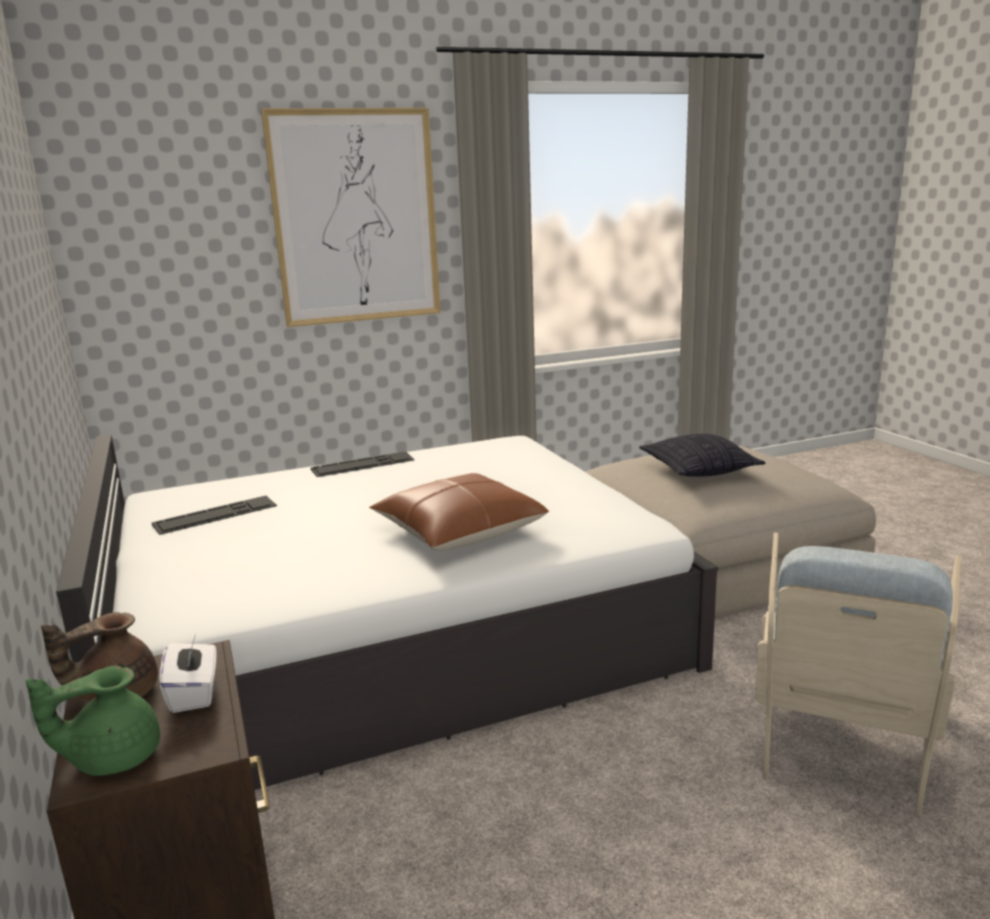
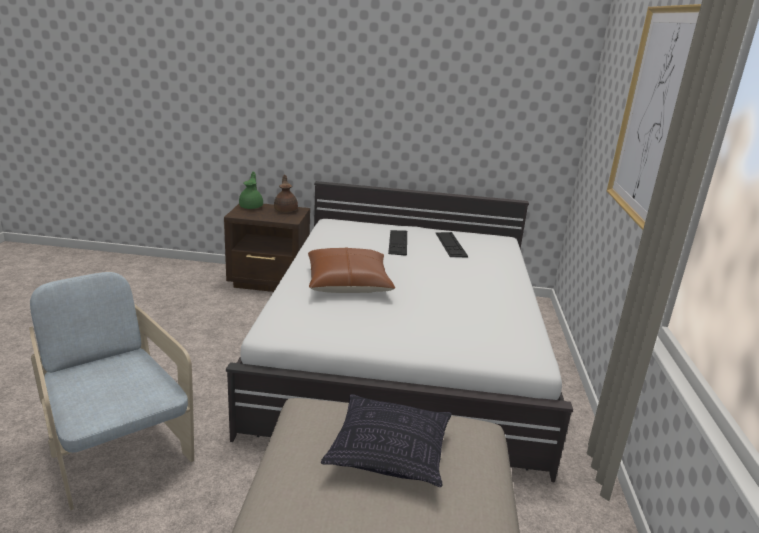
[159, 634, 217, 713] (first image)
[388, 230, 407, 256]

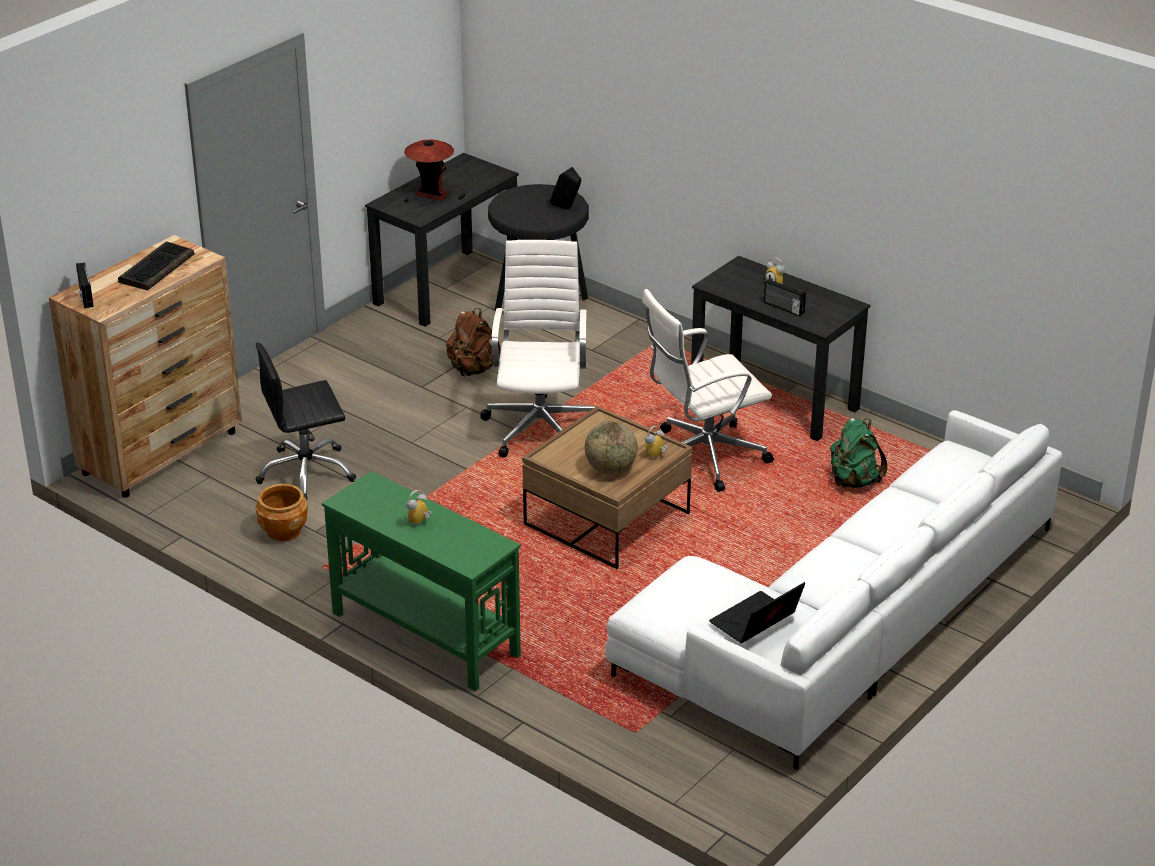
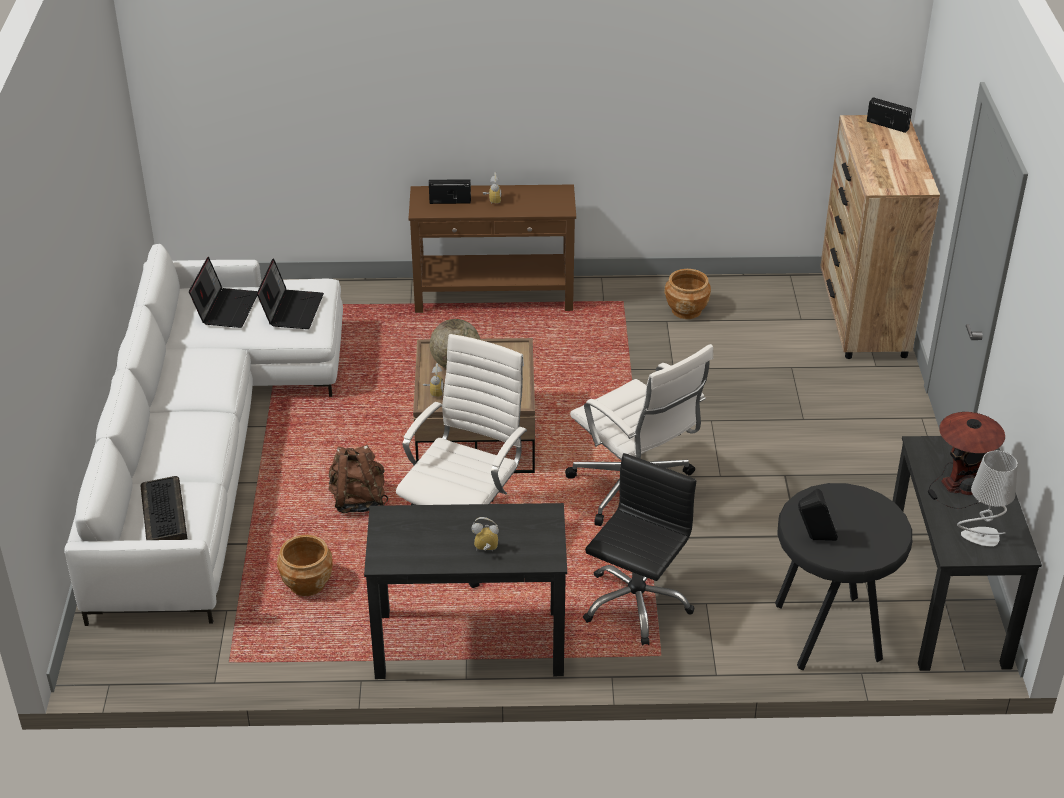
[257, 258, 324, 329]
[957, 450, 1018, 547]
[140, 476, 187, 540]
[583, 453, 696, 645]
[328, 445, 388, 513]
[429, 179, 471, 204]
[277, 535, 333, 596]
[409, 184, 576, 313]

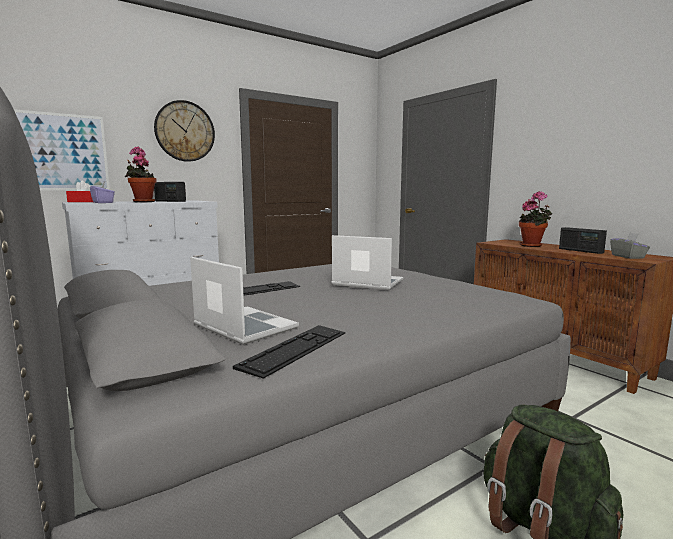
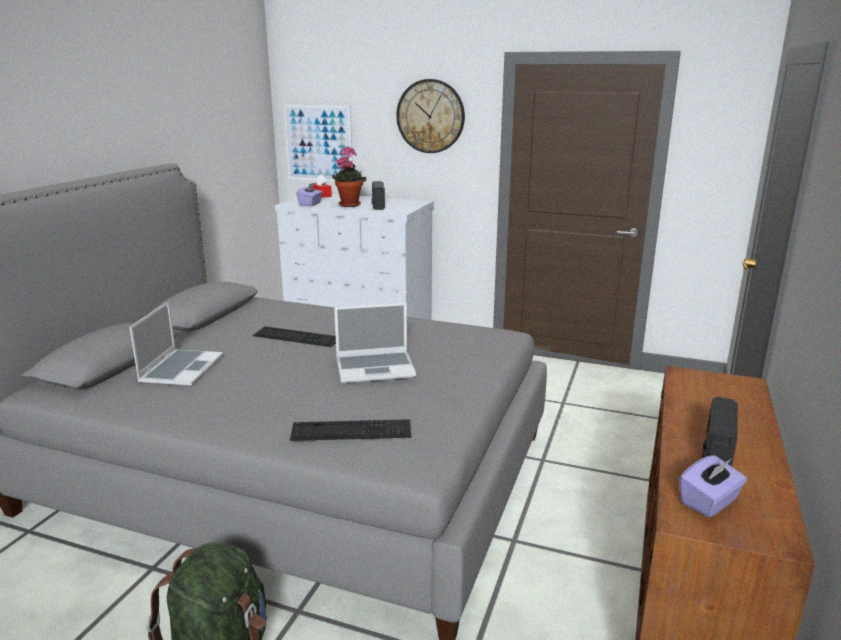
[519, 191, 553, 247] (first image)
[290, 419, 411, 441]
[679, 455, 747, 518]
[334, 303, 416, 383]

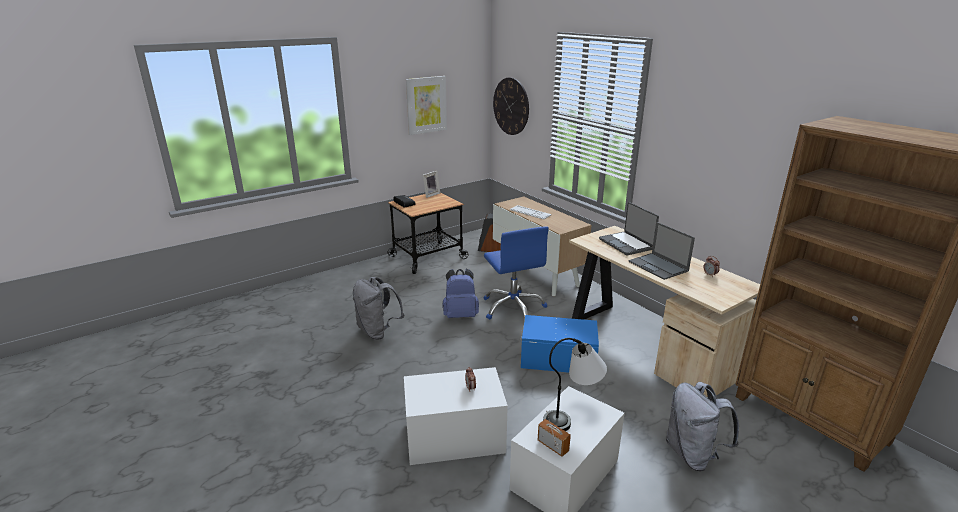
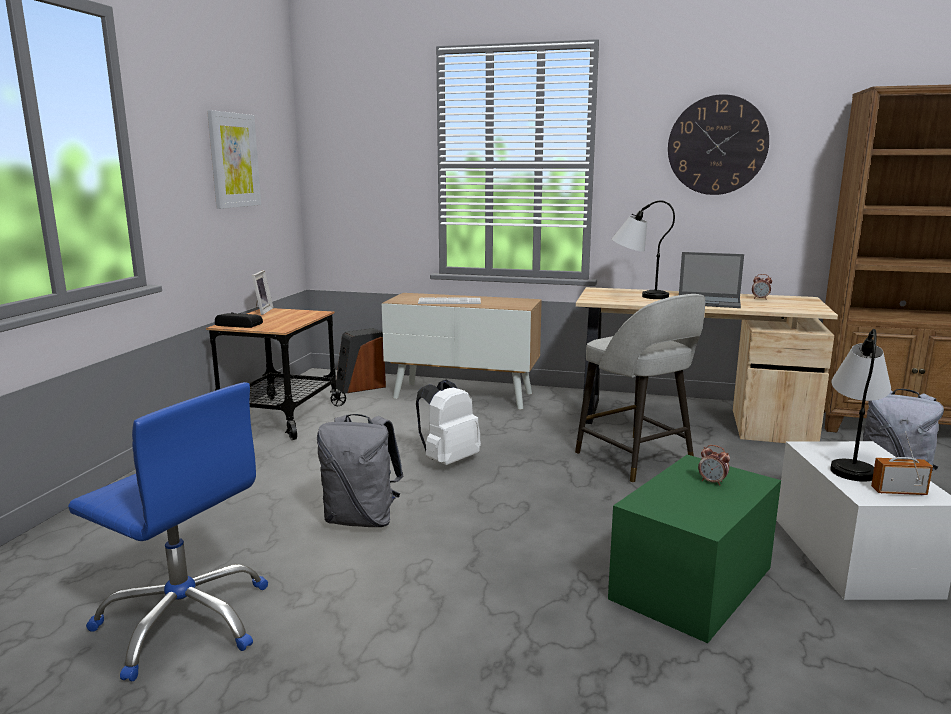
[68, 382, 268, 681]
[668, 94, 769, 195]
[575, 294, 706, 483]
[612, 200, 675, 299]
[608, 455, 781, 643]
[416, 380, 481, 466]

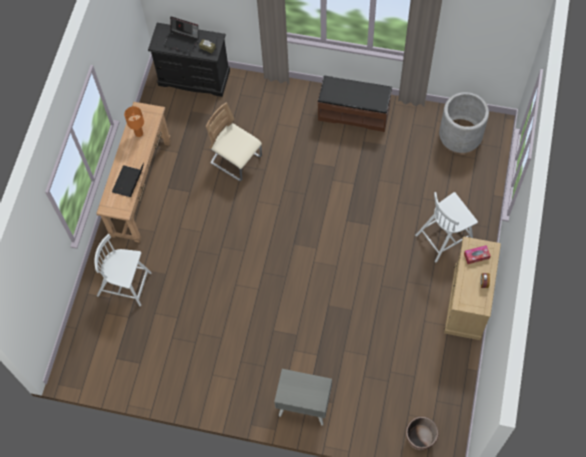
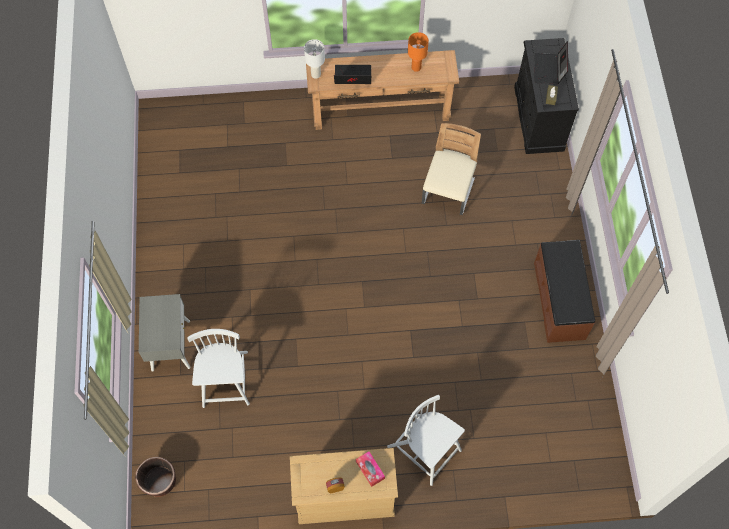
[439, 92, 489, 153] (first image)
[304, 39, 325, 79]
[187, 329, 250, 408]

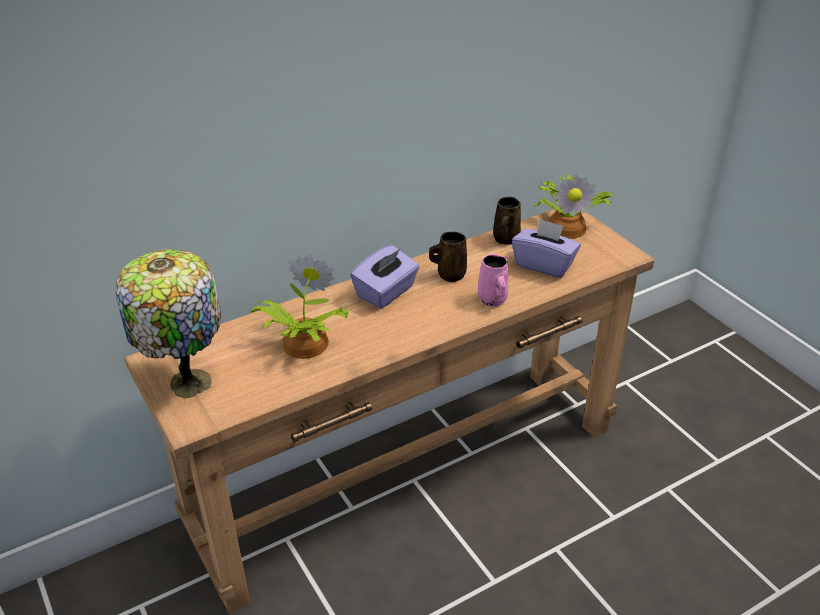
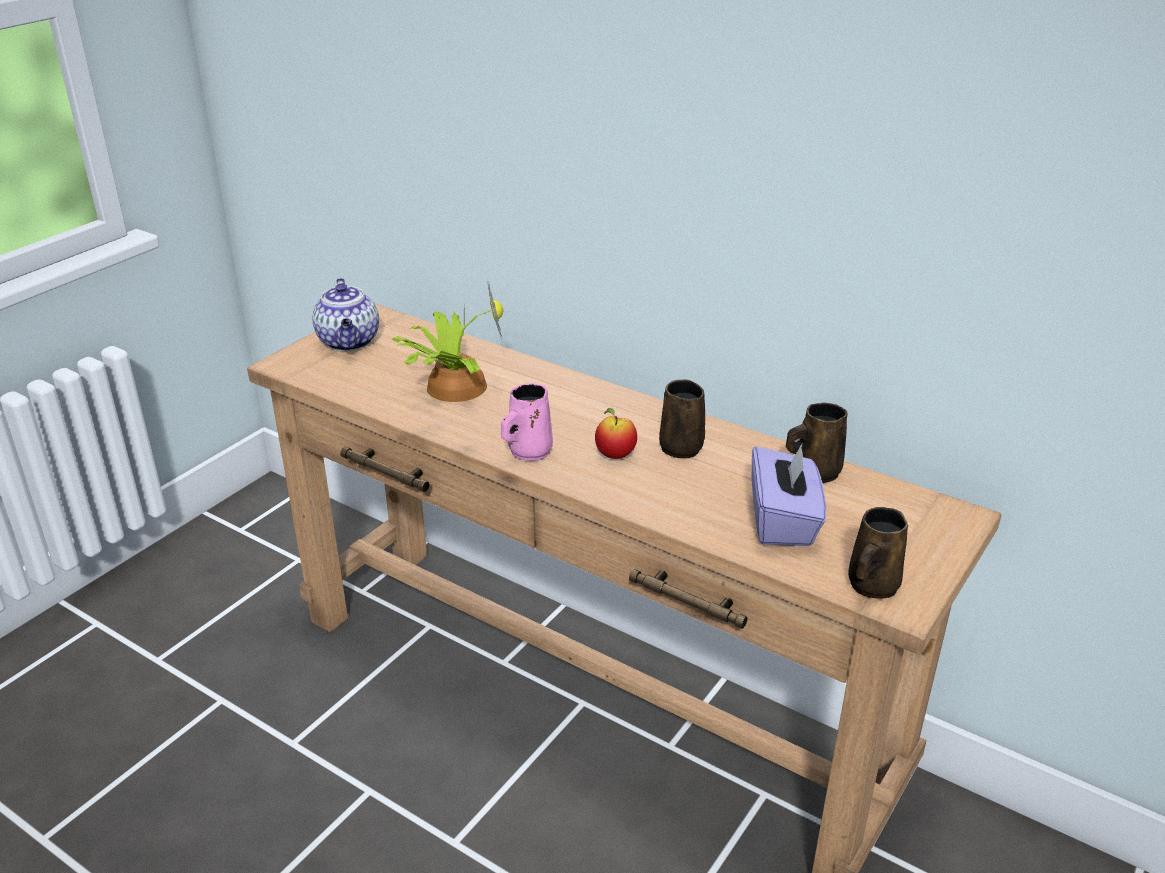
[351, 245, 420, 308] (first image)
[534, 174, 613, 239] (first image)
[595, 408, 637, 459]
[848, 507, 908, 599]
[501, 383, 553, 461]
[312, 278, 379, 351]

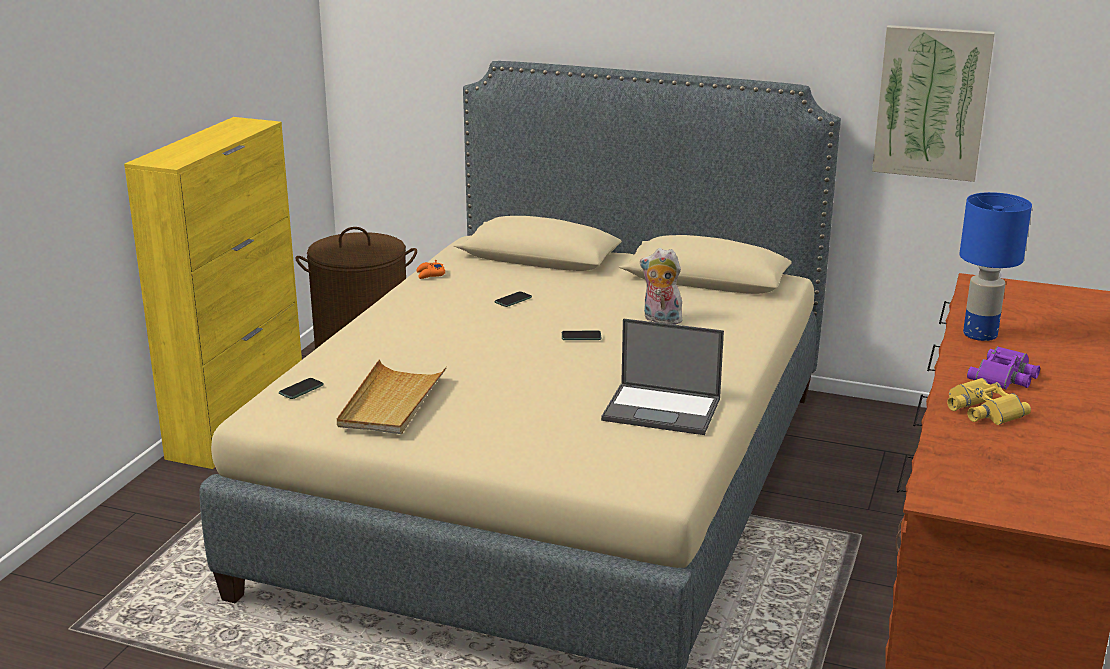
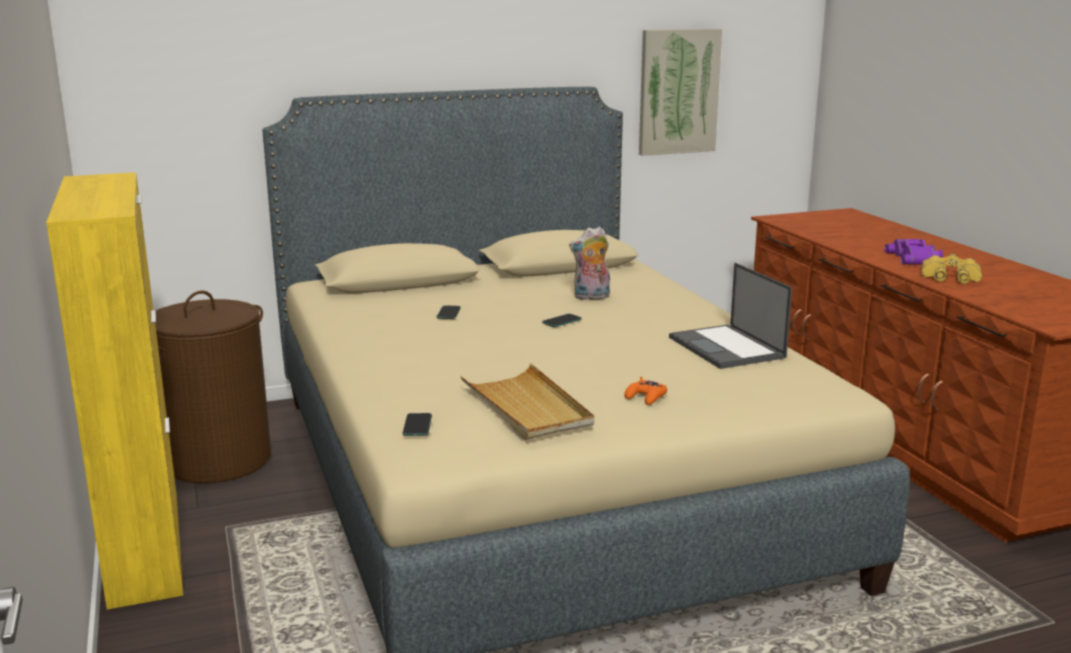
[959, 192, 1032, 341] (first image)
[625, 377, 667, 405]
[669, 263, 792, 369]

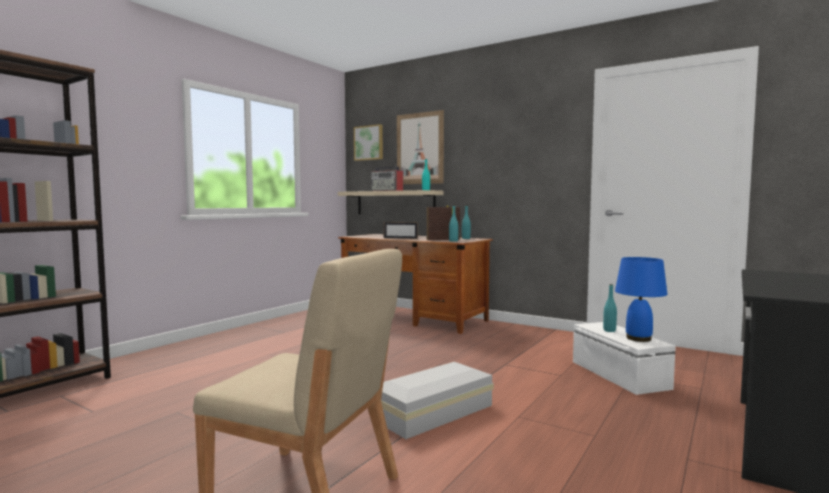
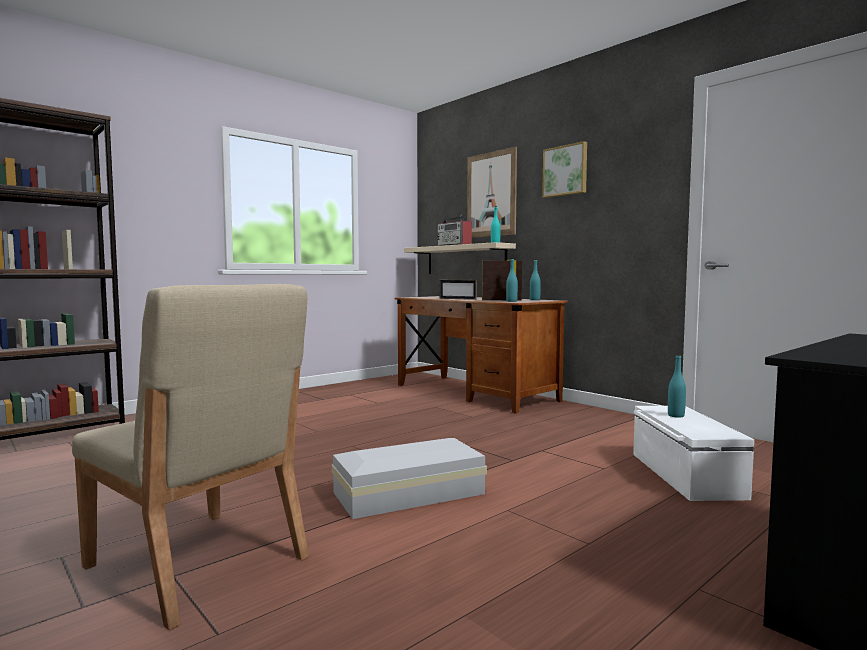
[615, 257, 668, 342] (first image)
[542, 141, 587, 198]

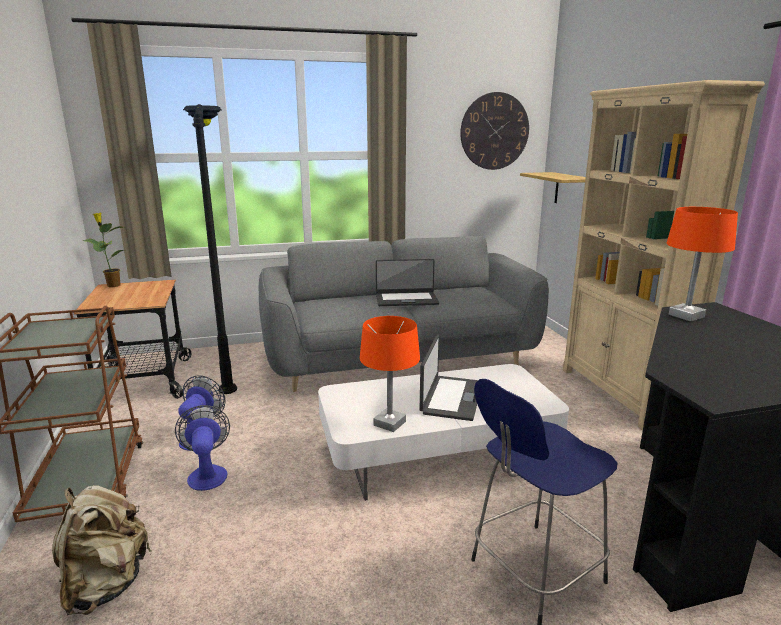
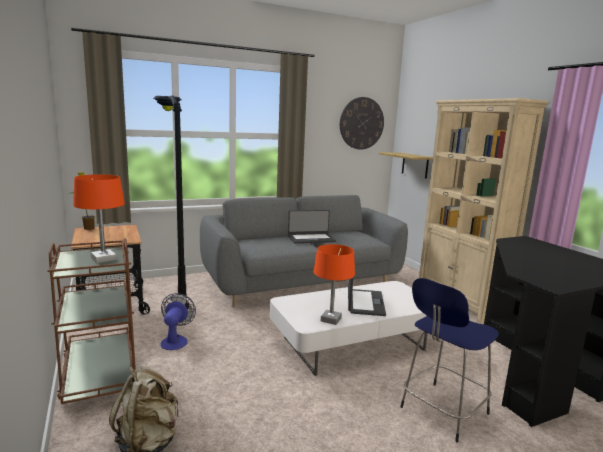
[175, 405, 230, 491] (first image)
[73, 174, 125, 263]

